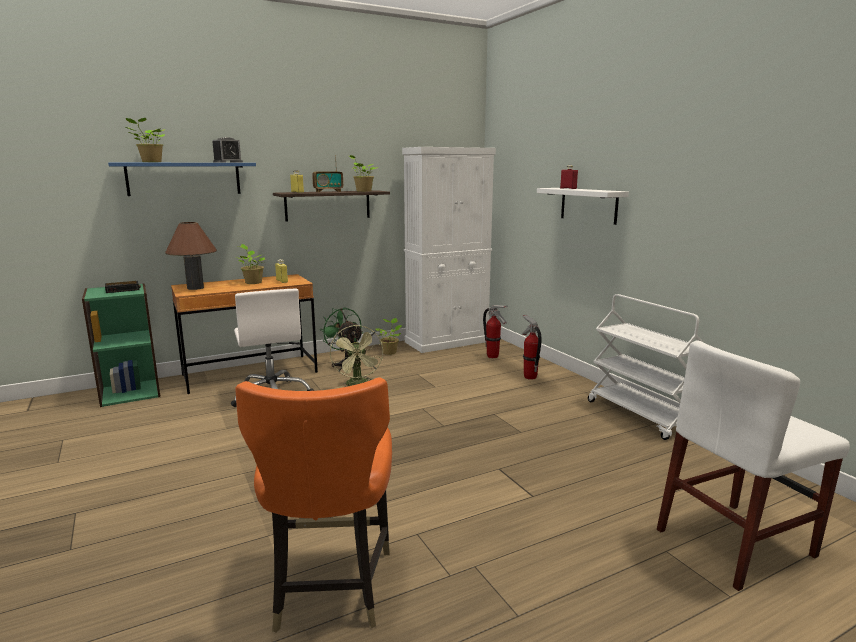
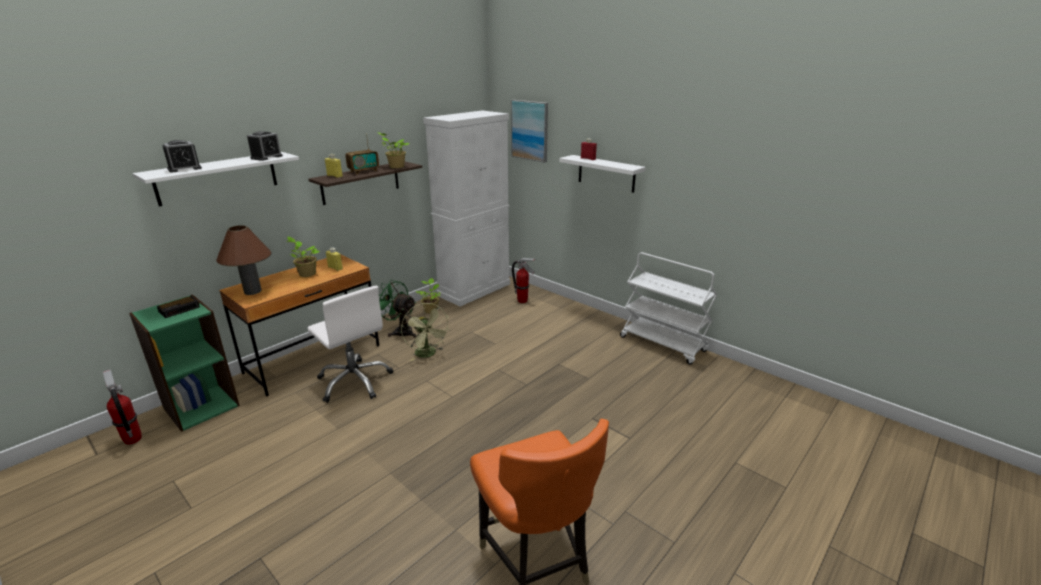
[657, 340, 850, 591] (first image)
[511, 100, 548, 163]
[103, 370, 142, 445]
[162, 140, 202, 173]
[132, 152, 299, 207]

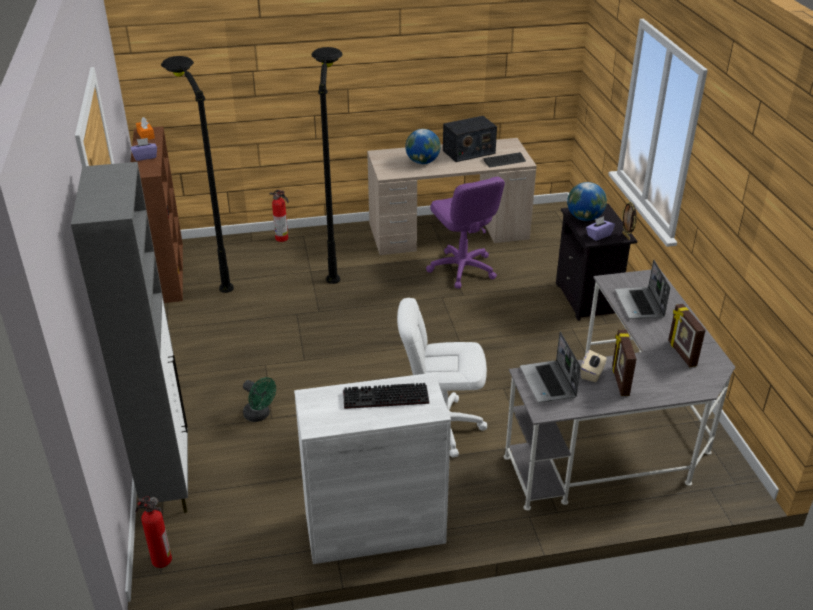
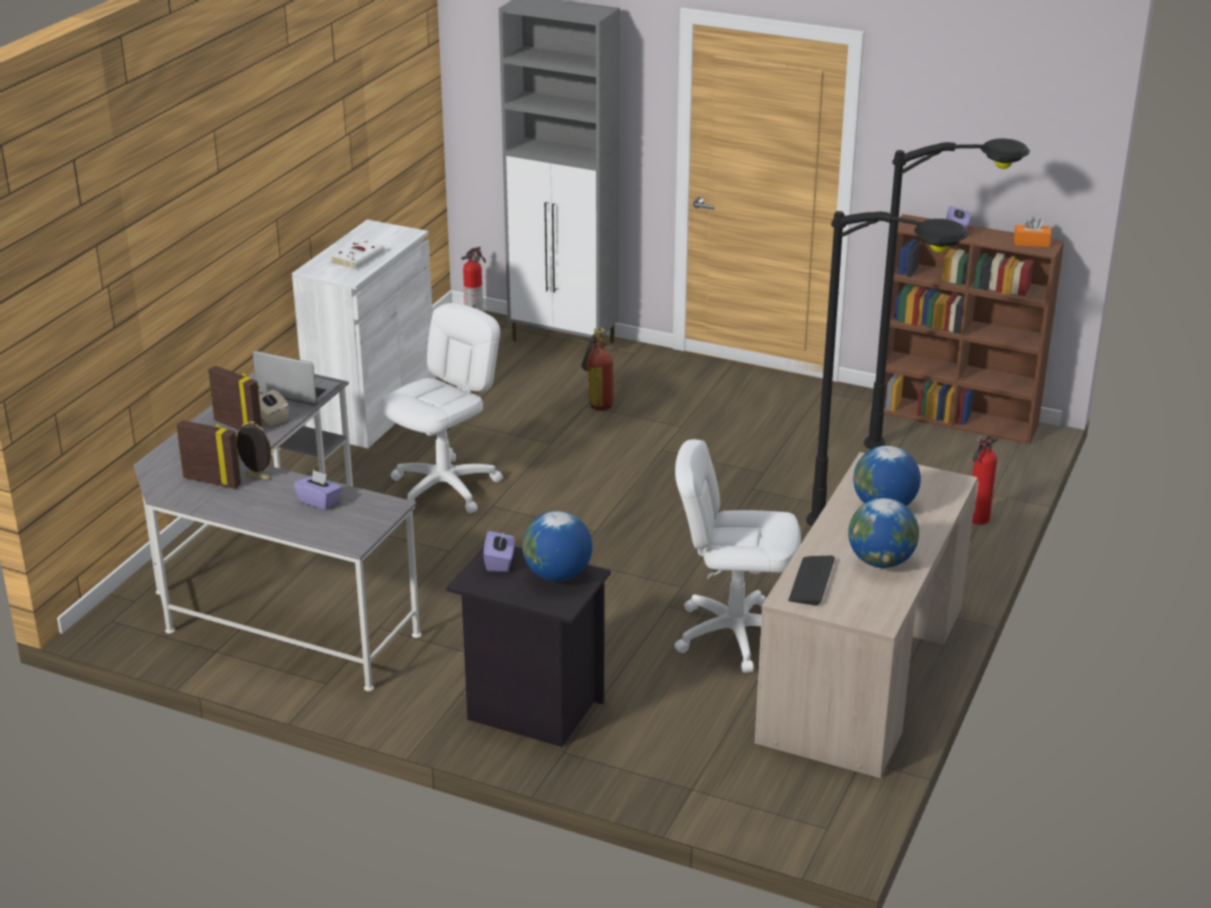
[236, 421, 274, 480]
[581, 328, 614, 411]
[330, 239, 384, 269]
[848, 498, 919, 568]
[294, 470, 342, 510]
[674, 439, 801, 673]

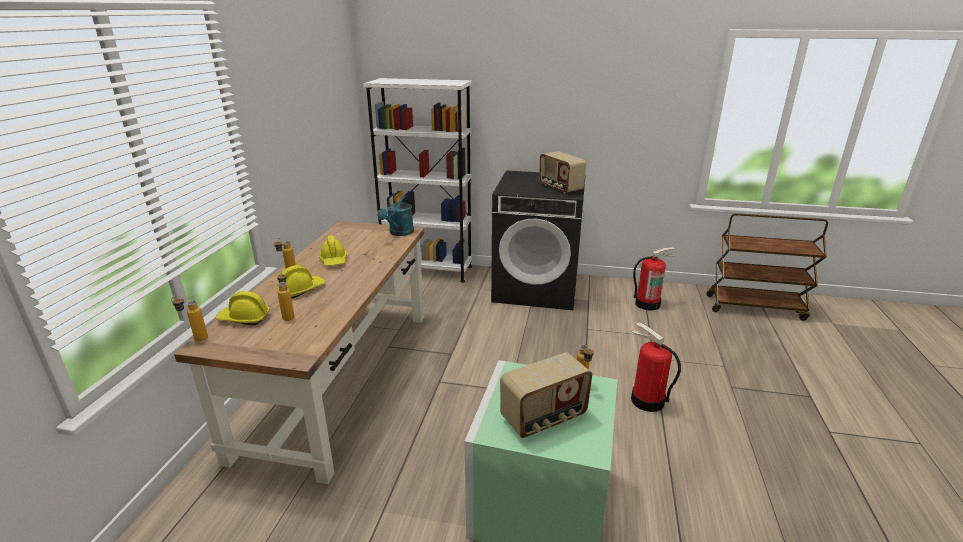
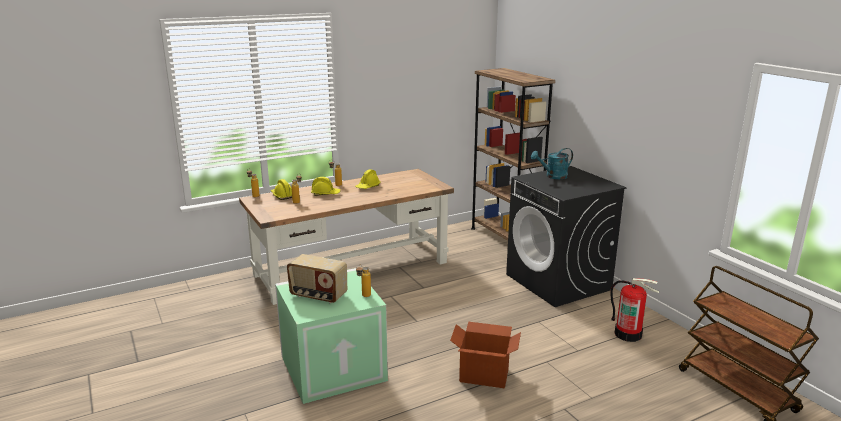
[539, 151, 586, 194] (first image)
[531, 148, 573, 179]
[450, 322, 521, 388]
[471, 68, 555, 241]

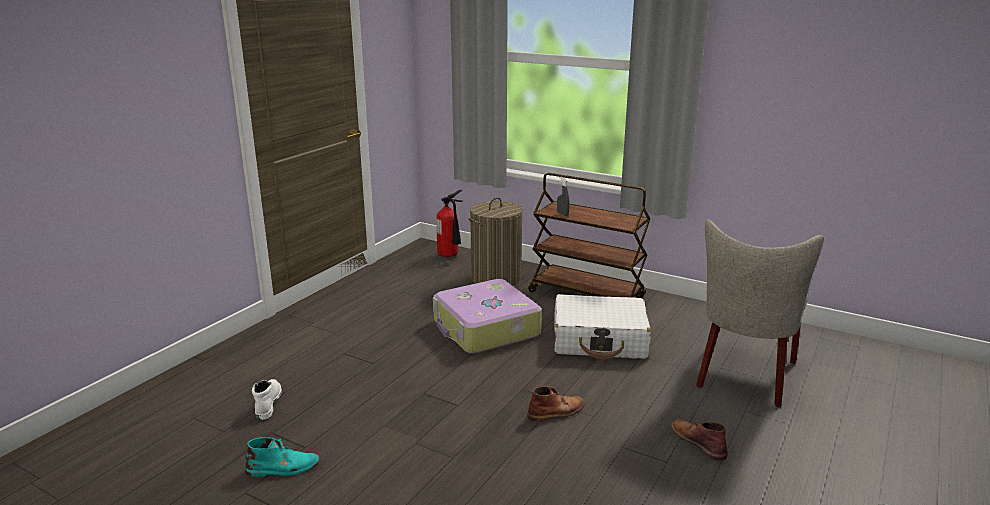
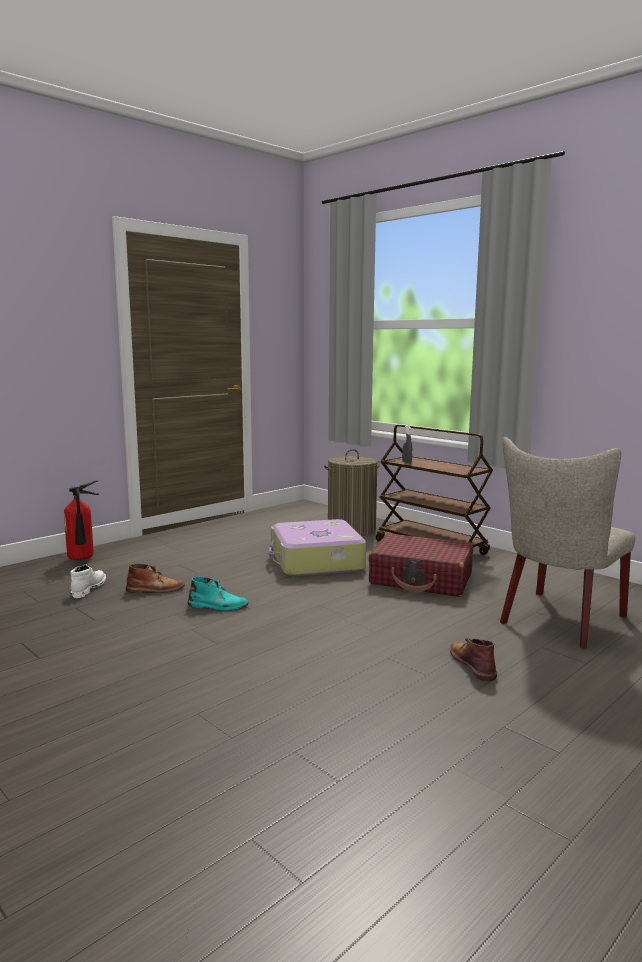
[188, 576, 249, 611]
[64, 480, 99, 560]
[126, 563, 185, 593]
[368, 533, 473, 597]

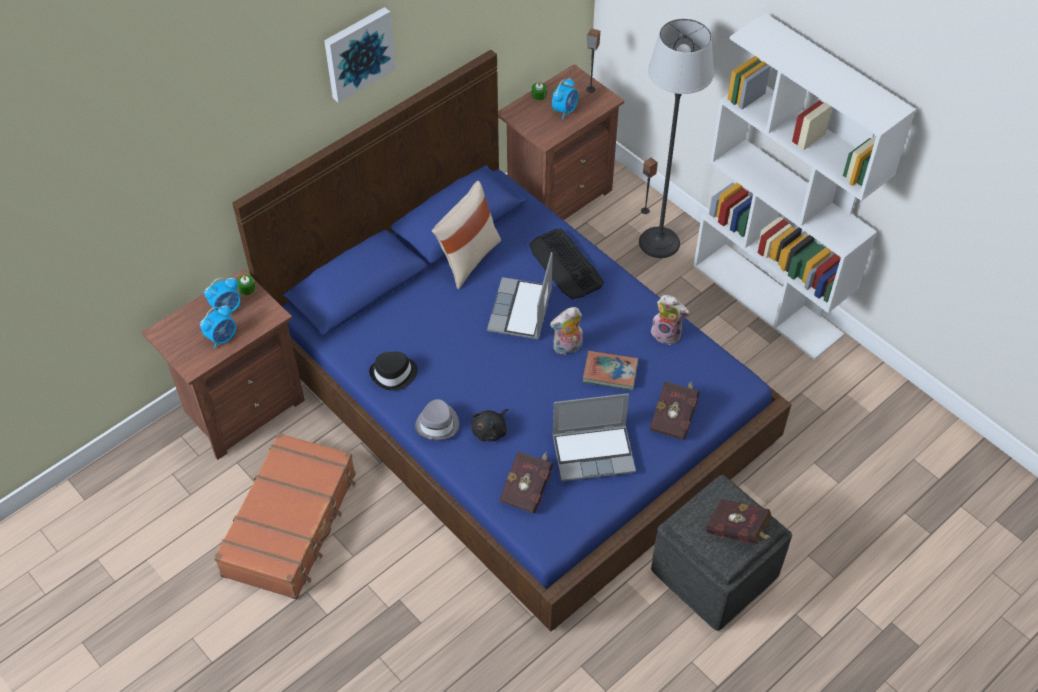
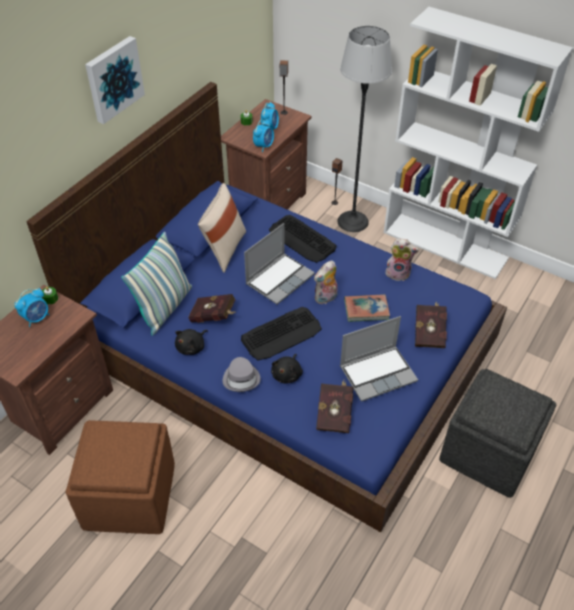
[121, 232, 192, 336]
[241, 307, 322, 360]
[253, 119, 274, 152]
[188, 294, 236, 323]
[66, 420, 175, 534]
[175, 329, 208, 355]
[244, 223, 315, 305]

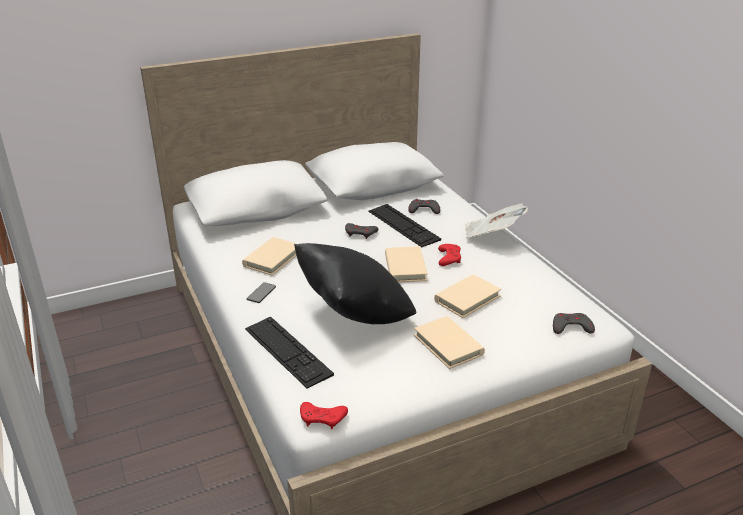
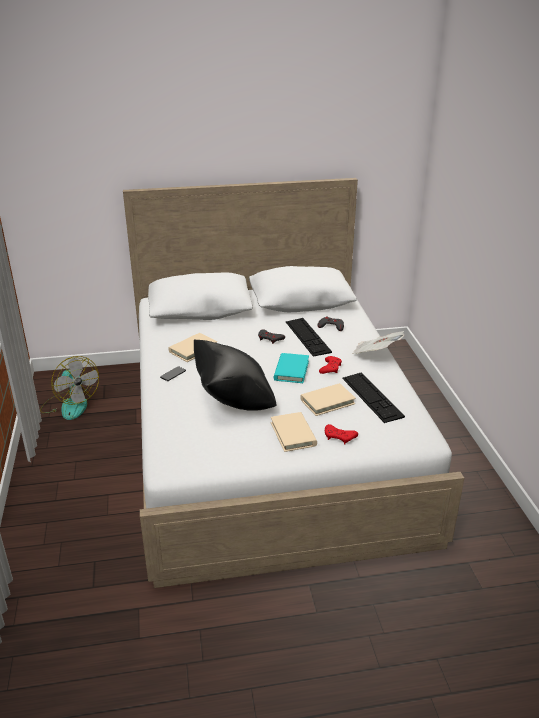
[553, 313, 595, 334] (first image)
[40, 356, 99, 420]
[342, 372, 405, 423]
[325, 424, 358, 444]
[274, 353, 309, 383]

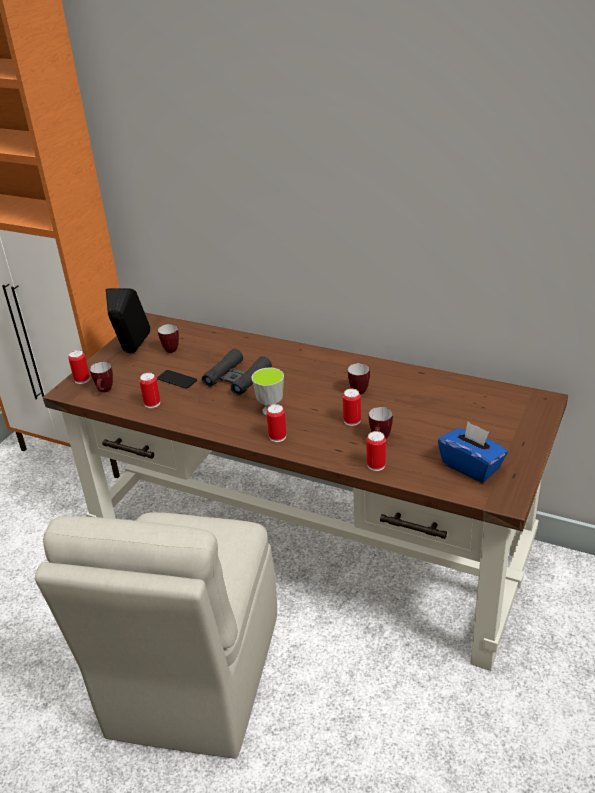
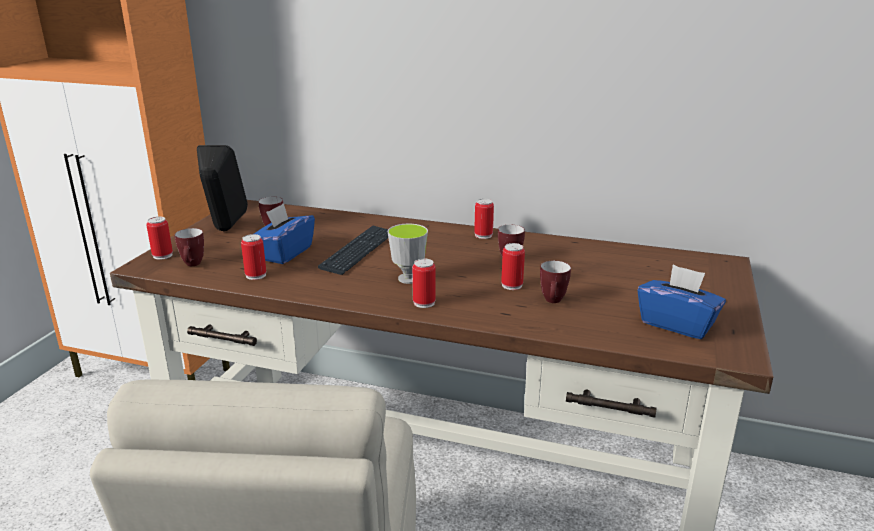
[474, 199, 494, 239]
[254, 203, 315, 264]
[318, 225, 388, 275]

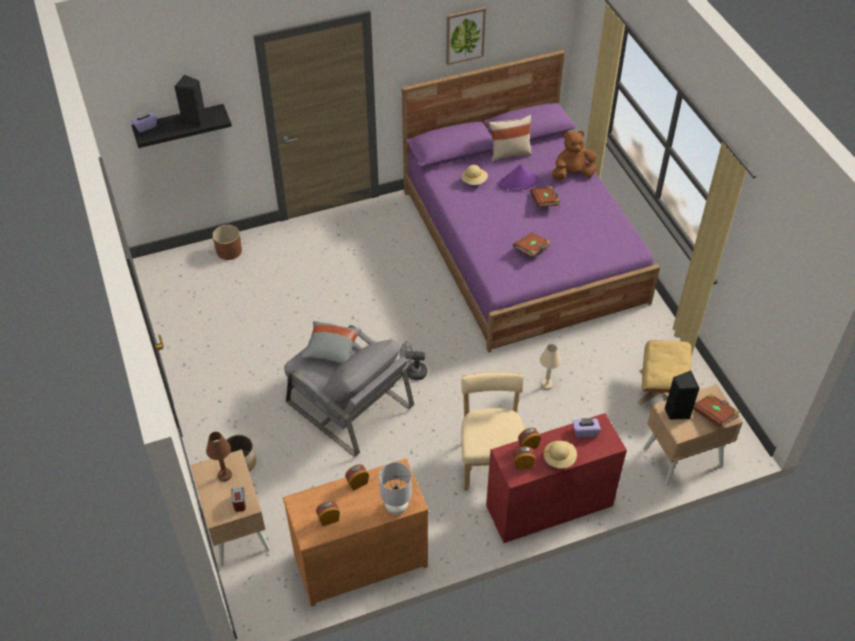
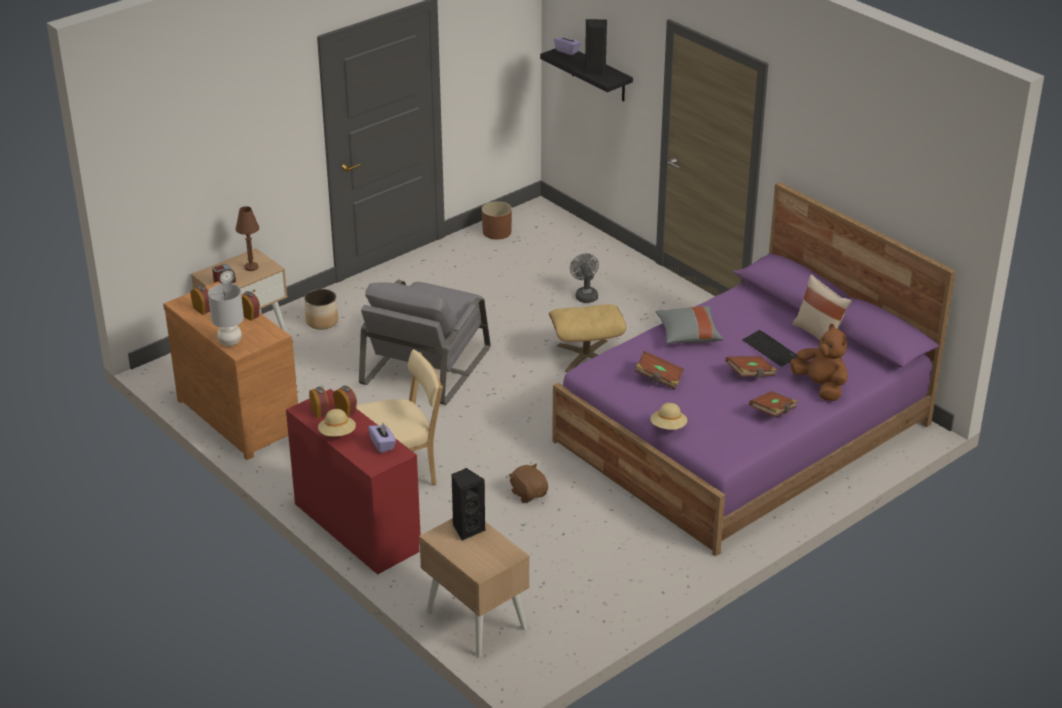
[446, 7, 486, 65] (first image)
[482, 201, 512, 240]
[656, 306, 723, 343]
[570, 253, 599, 303]
[651, 403, 687, 430]
[549, 304, 626, 372]
[749, 391, 798, 417]
[743, 330, 798, 367]
[509, 463, 548, 503]

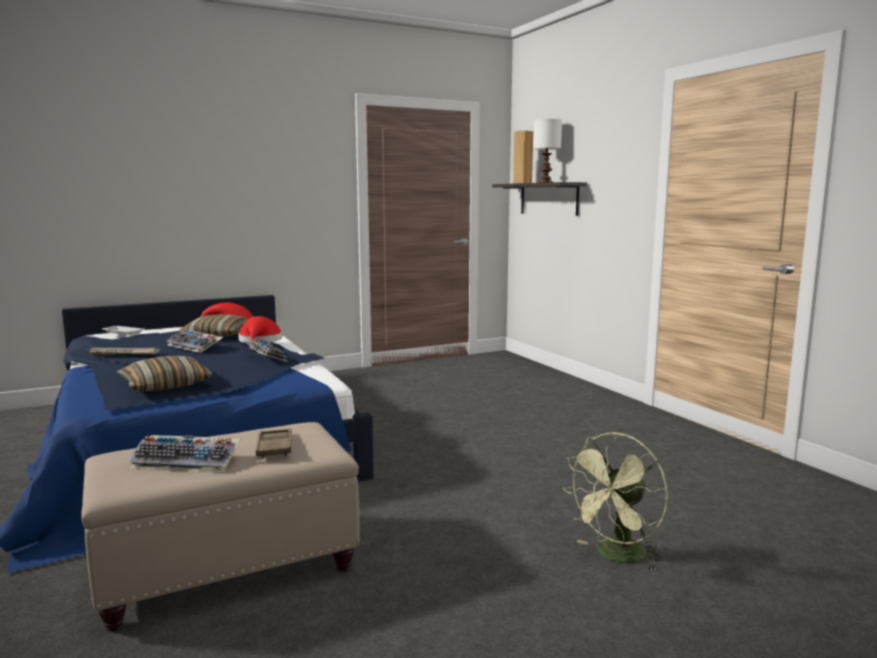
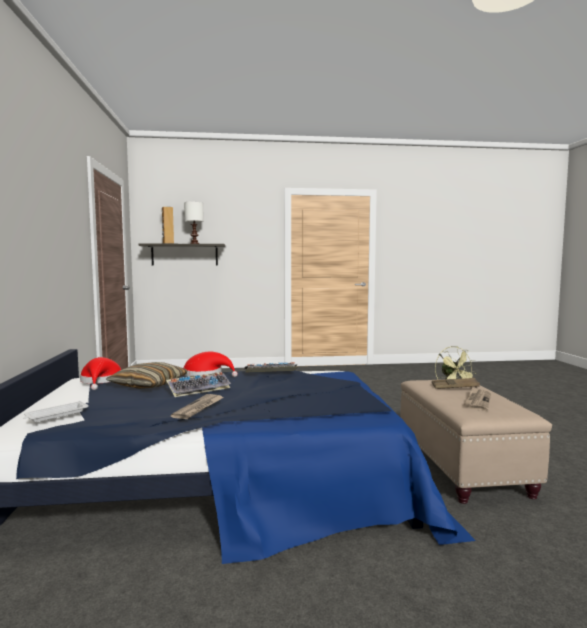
[117, 356, 213, 391] (first image)
[464, 388, 491, 411]

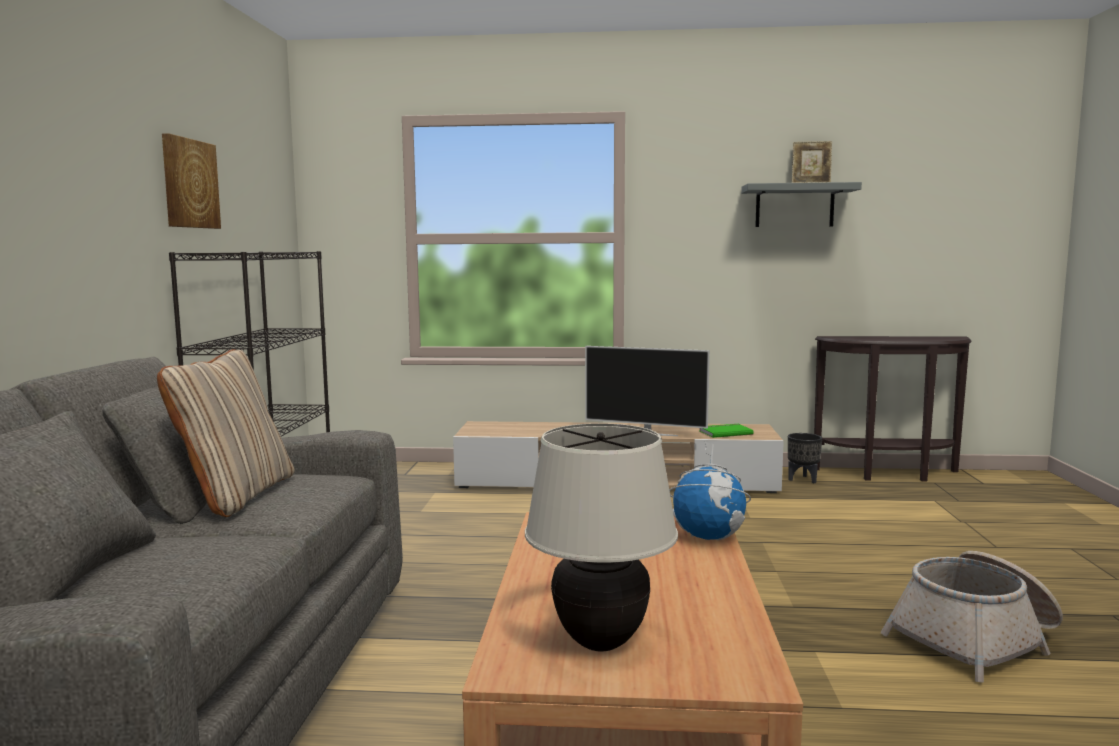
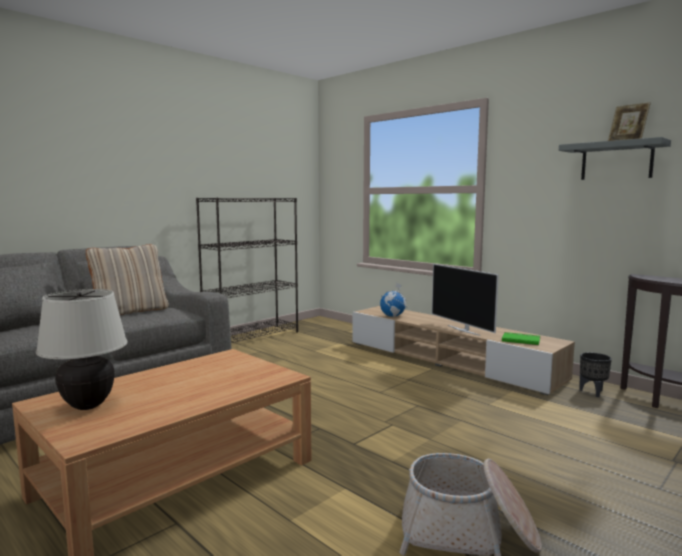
[162, 134, 221, 229] (first image)
[380, 283, 407, 317]

